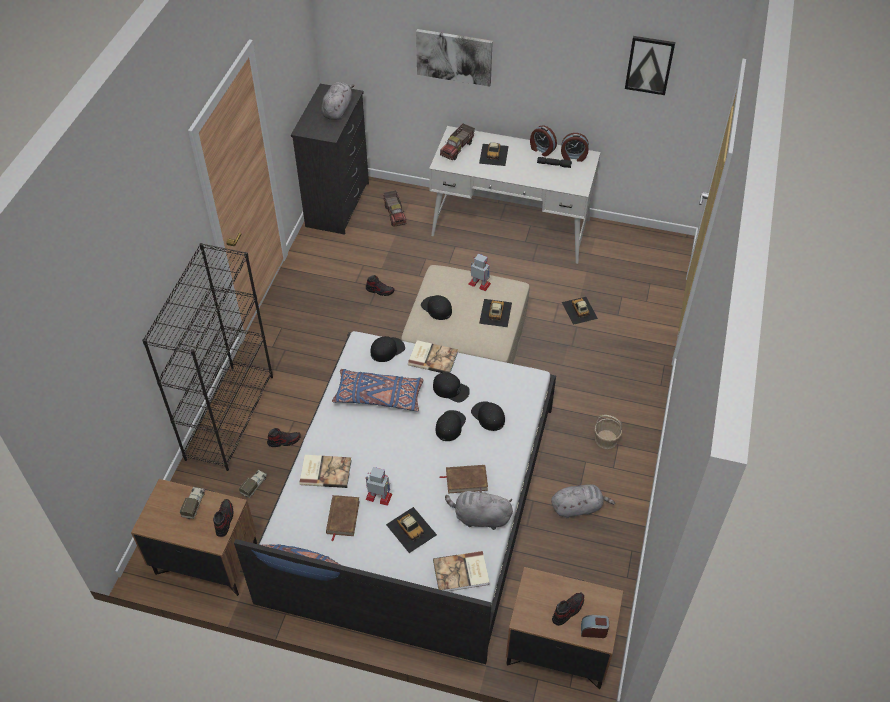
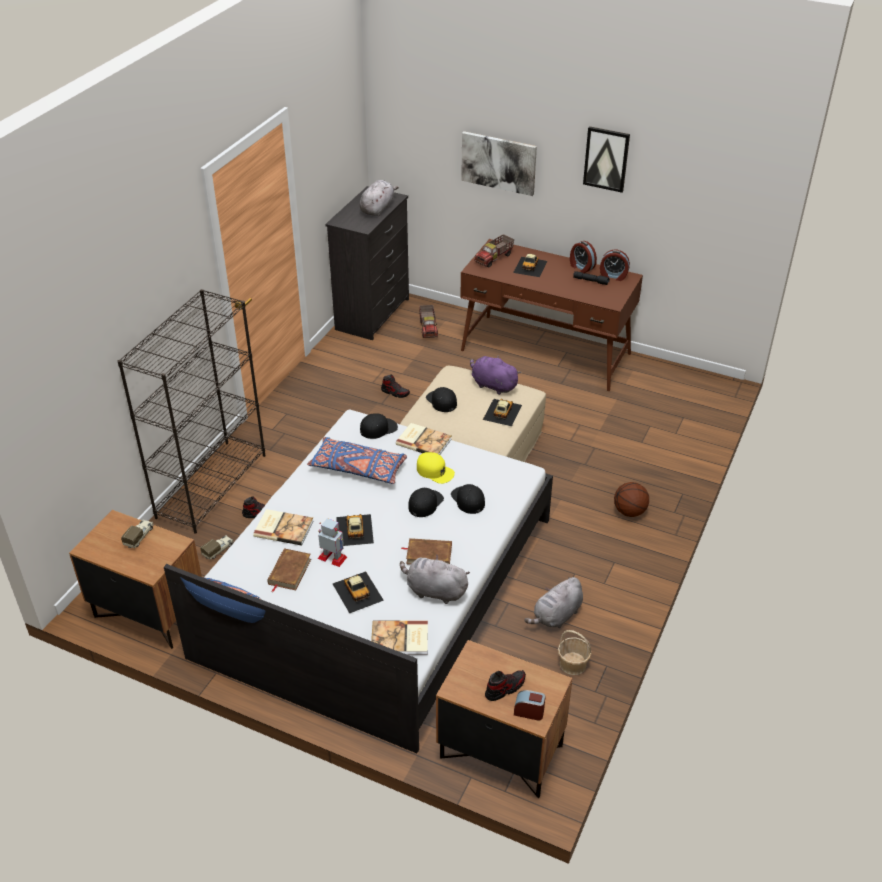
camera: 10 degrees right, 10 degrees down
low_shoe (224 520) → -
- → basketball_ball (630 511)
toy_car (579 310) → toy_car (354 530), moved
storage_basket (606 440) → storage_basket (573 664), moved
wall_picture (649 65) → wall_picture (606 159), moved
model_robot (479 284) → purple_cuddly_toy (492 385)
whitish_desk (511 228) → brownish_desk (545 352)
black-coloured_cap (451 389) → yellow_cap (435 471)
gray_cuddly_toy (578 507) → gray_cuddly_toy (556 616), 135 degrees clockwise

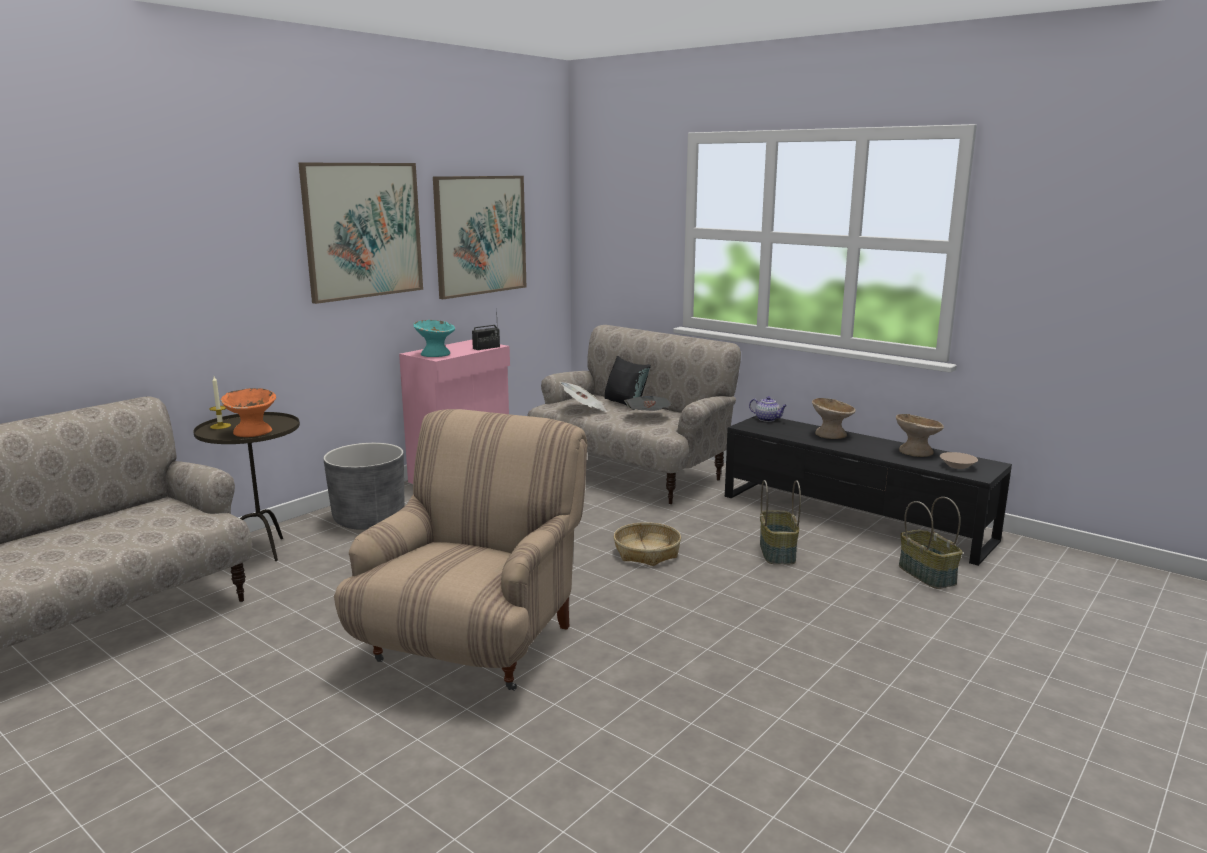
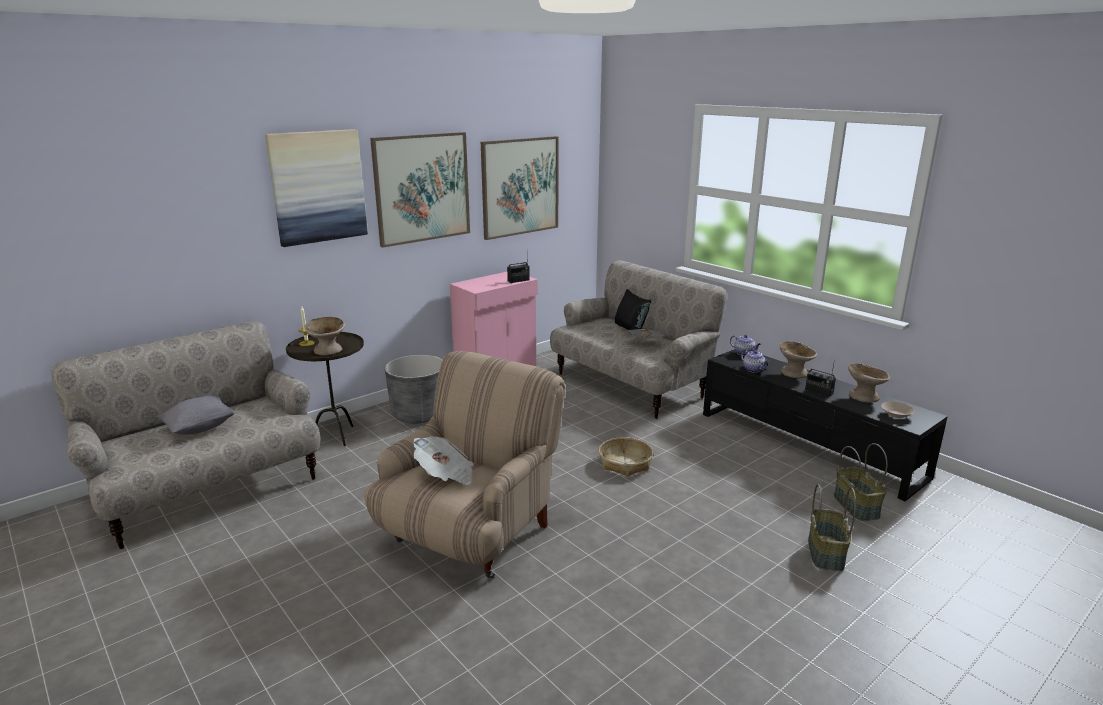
camera: 10 degrees right, 5 degrees up
blue-green_serving_bowl (435 354) → -
- → gray_pillow (200 428)
- → wall_picture (318 187)
- → tea_pot (754 370)
- → radio_set (818 391)
printed_paper (584 409) → printed_paper (445 475), moved
storage_basket (778 552) → storage_basket (826 553), moved
orange_serving_bowl (252 432) → sand-coloured_serving_bowl (328 350)

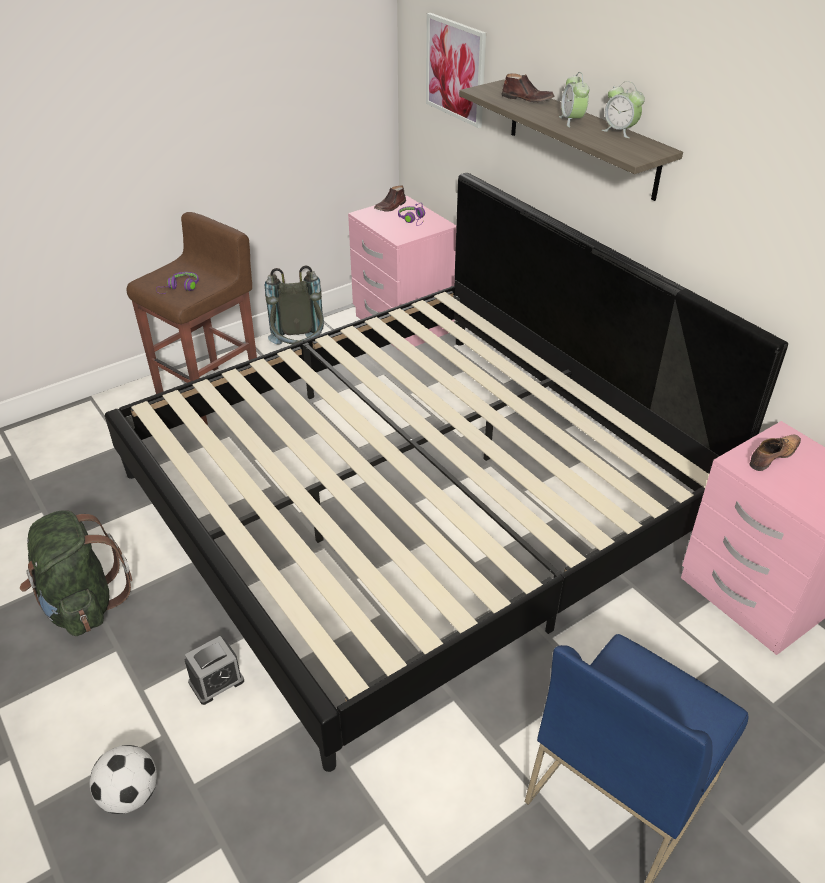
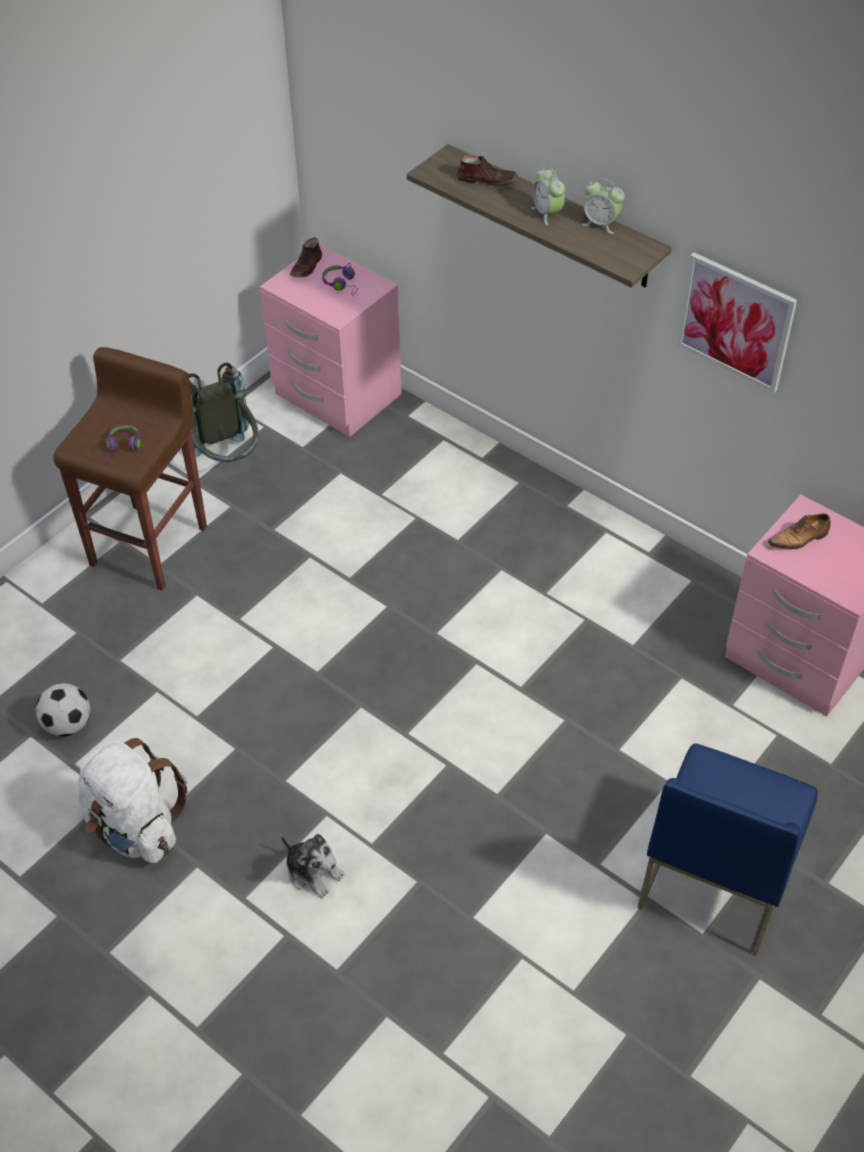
camera: 15 degrees left, 10 degrees up
sleeping_bed (413 500) → -
football (130 795) → football (68 724), moved
wall_picture (456 69) → wall_picture (736 321), moved
bedside_clock (216 682) → cuddly_toy (313 872)
green-coloured_backpack (82 604) → whitish_backpack (135 827)
low_shoe (772 456) → low_shoe (799 539), 150 degrees counterclockwise

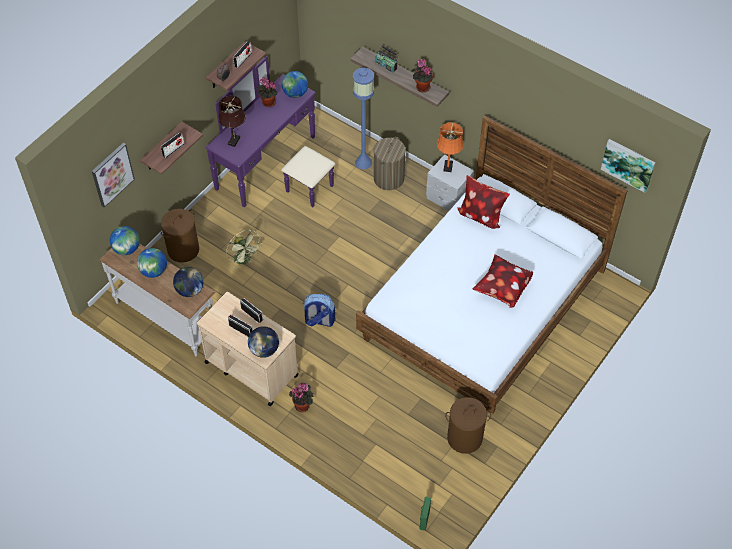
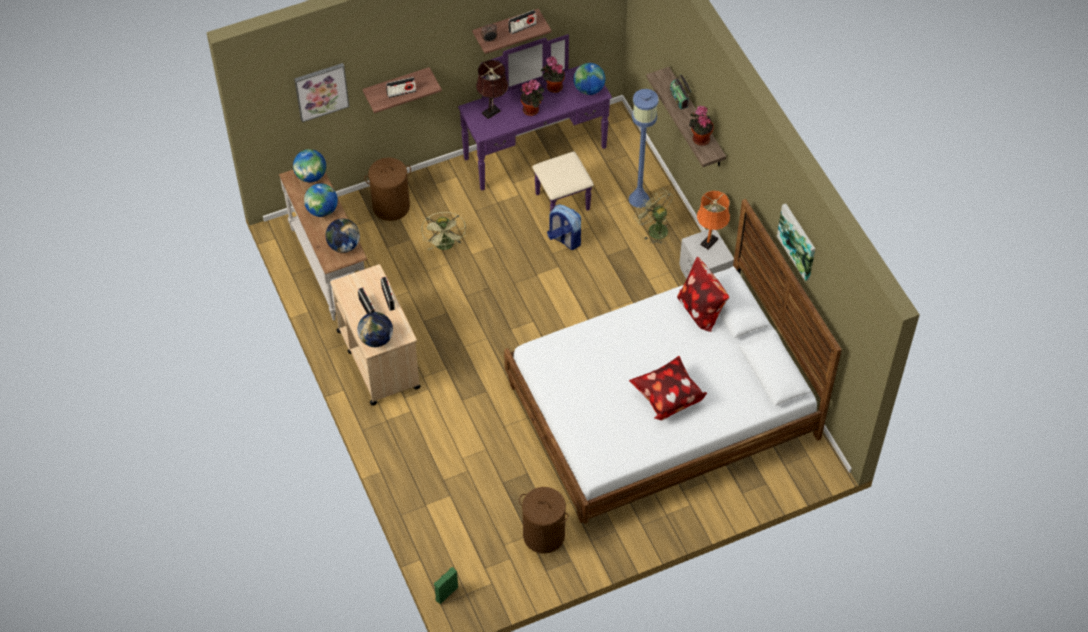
camera: 30 degrees right, 0 degrees up
potted_plant (303 405) → potted_plant (532 109), moved
backpack (319 320) → backpack (564 239), moved
wall_picture (628 164) → wall_picture (798 241), moved
laundry_basket (388 178) → green-coloured_fan (654 229)

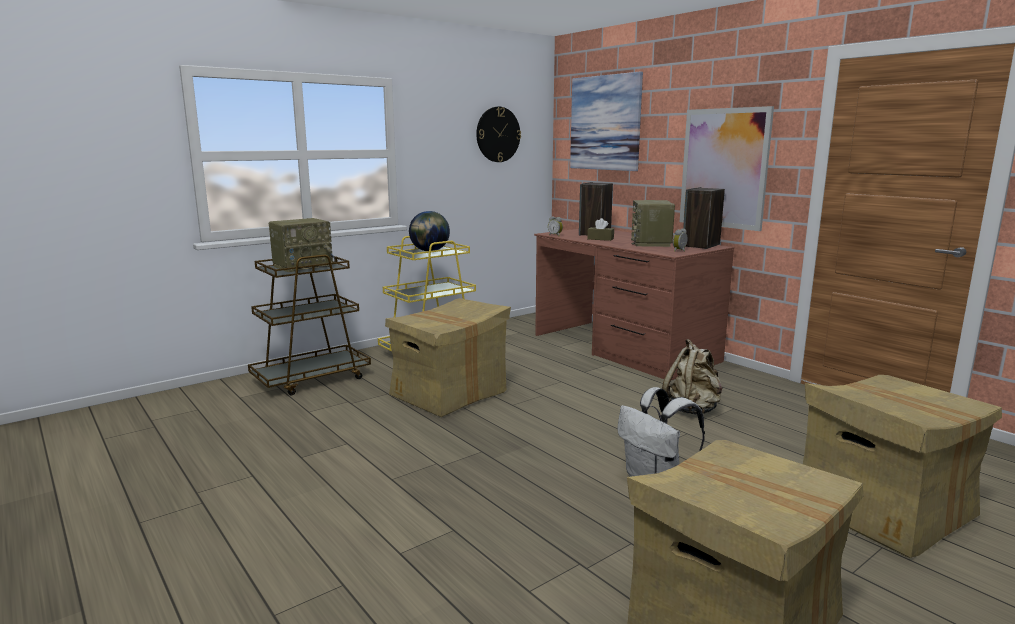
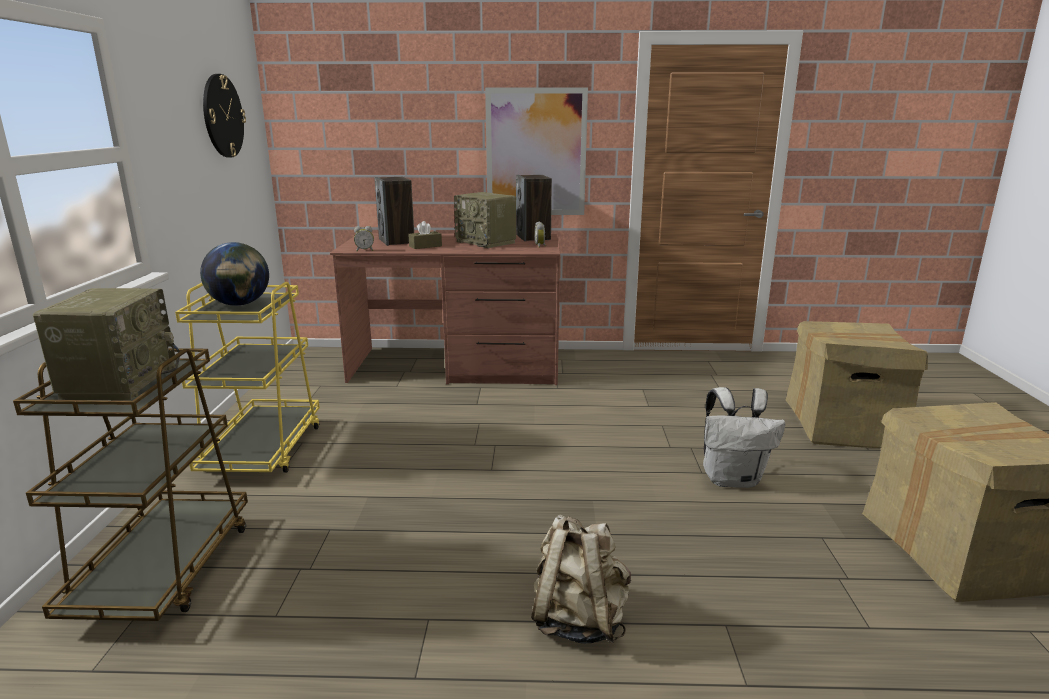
camera: 50 degrees left, 5 degrees up
carton (449 394) → -
wall_picture (605 123) → -
sand-coloured_backpack (693 409) → sand-coloured_backpack (578 620), moved

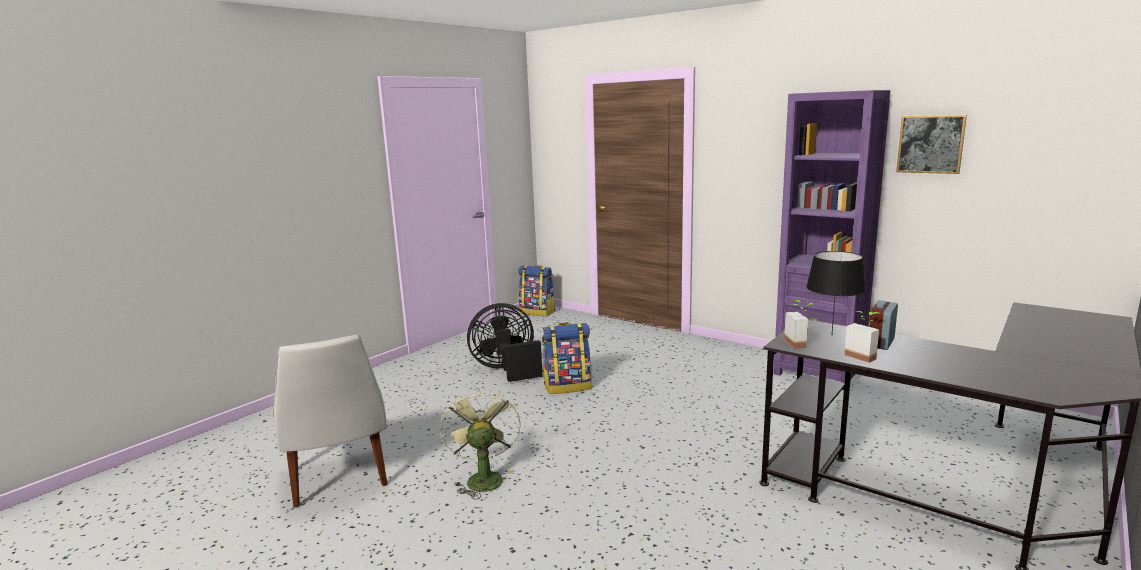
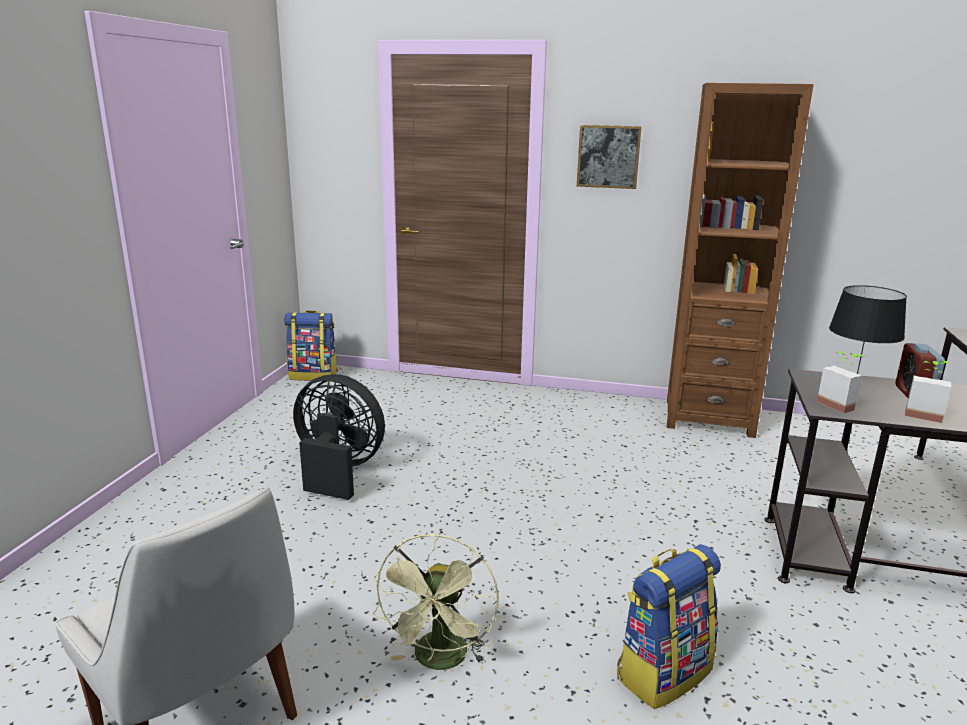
camera: 25 degrees left, 5 degrees up
backpack (568 386) → backpack (663 672), moved
wall_picture (930 144) → wall_picture (608 156), moved
purple_bookshelf (819 372) → brownish_bookshelf (708 418)
green-coloured_fan (482 478) → green-coloured_fan (440 661), 135 degrees counterclockwise
black-coloured_fan (507 370) → black-coloured_fan (338 471), 60 degrees clockwise

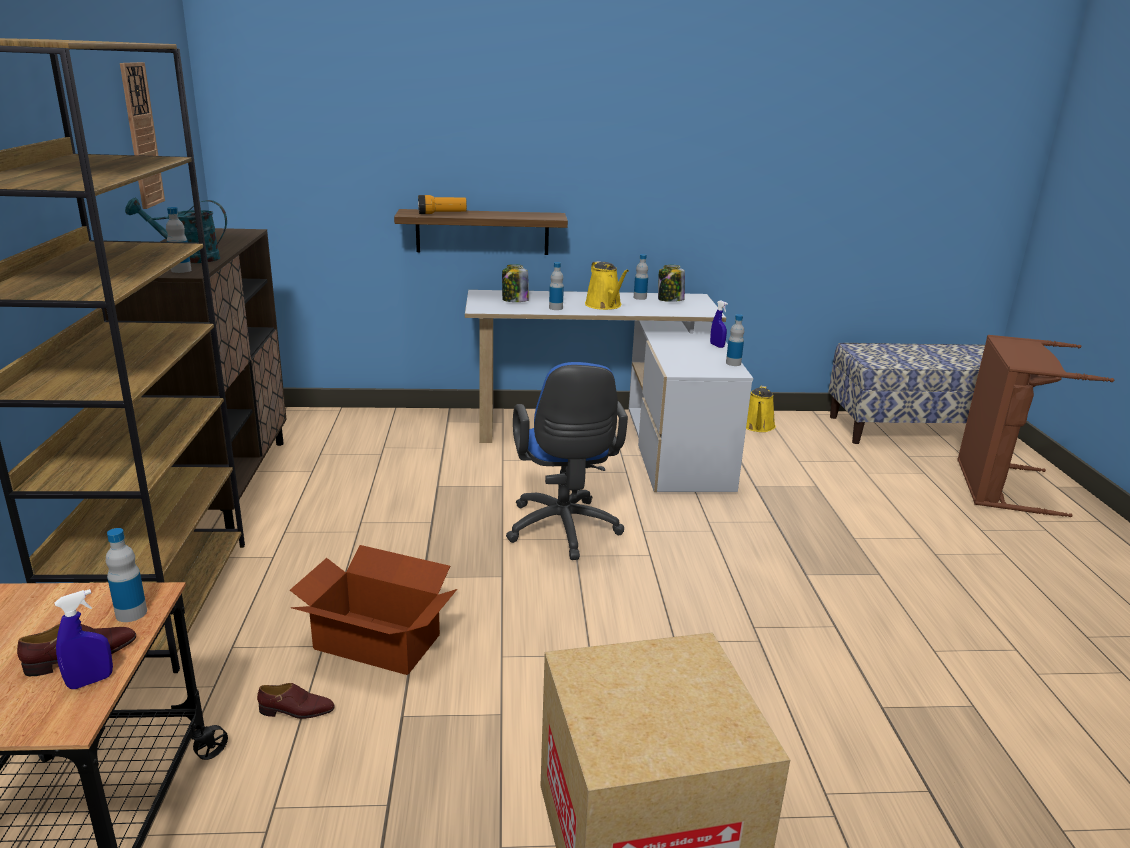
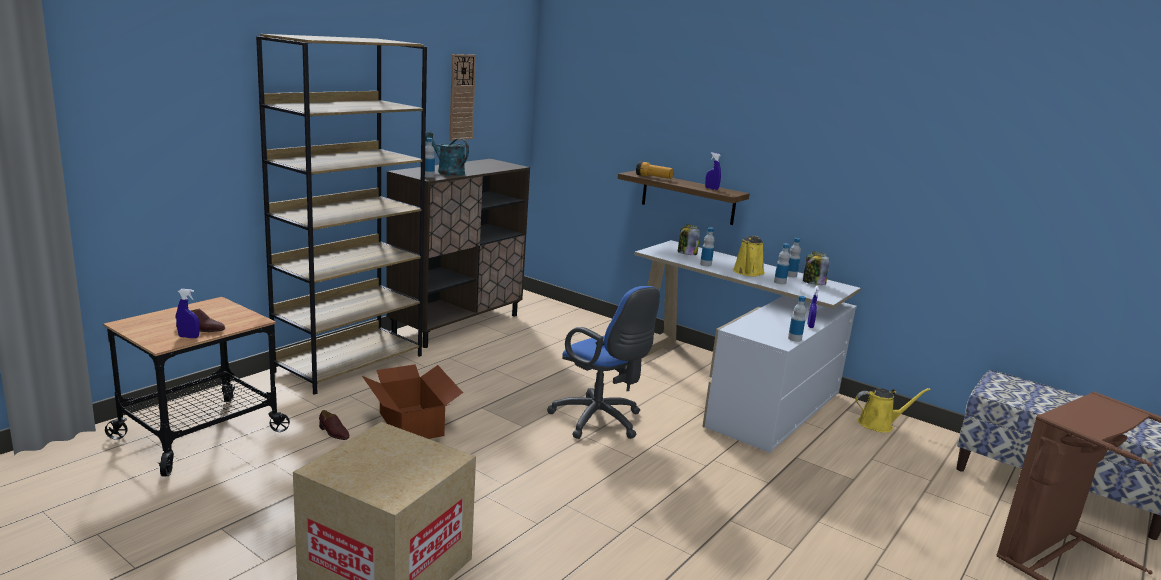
camera: 40 degrees right, 5 degrees down
- → blue-coloured_sprayer (711 189)
bottle (131 613) → bottle (780 282), moved
blue-coloured_computer_chair (563 531) → blue-coloured_computer_chair (600 422), 75 degrees counterclockwise
yellow_watering_pot (758 427) → yellow_watering_pot (879 424), 150 degrees counterclockwise

